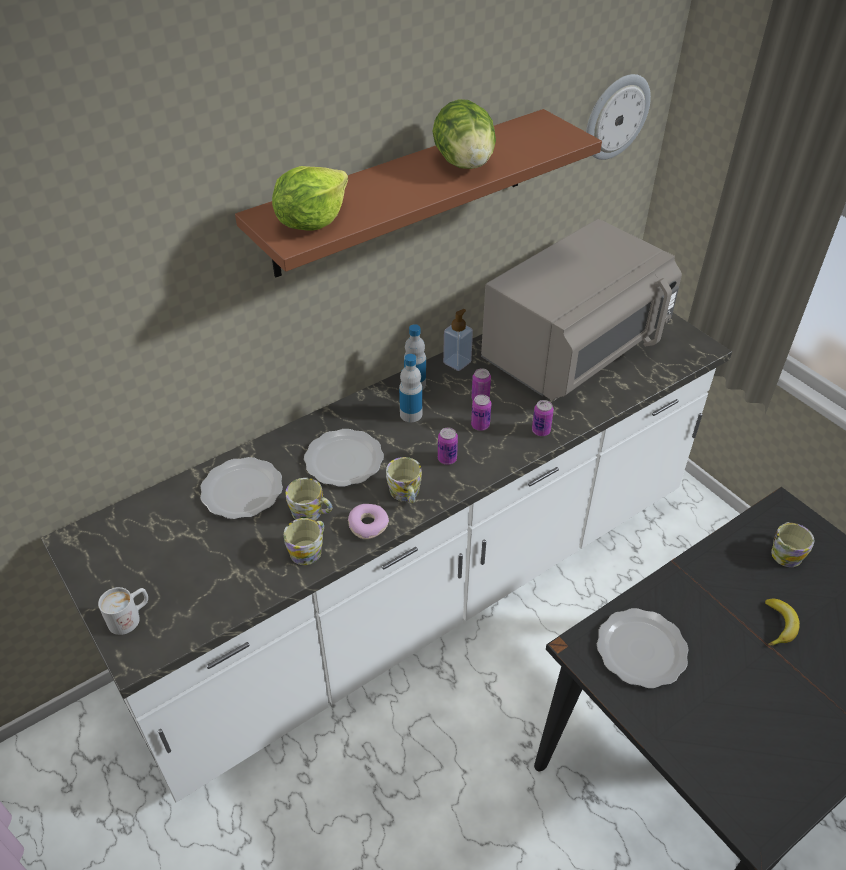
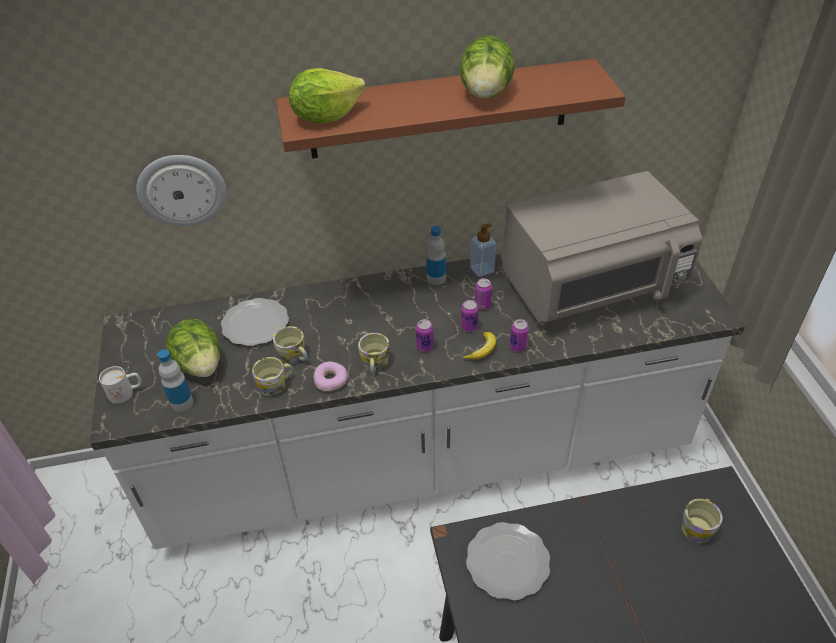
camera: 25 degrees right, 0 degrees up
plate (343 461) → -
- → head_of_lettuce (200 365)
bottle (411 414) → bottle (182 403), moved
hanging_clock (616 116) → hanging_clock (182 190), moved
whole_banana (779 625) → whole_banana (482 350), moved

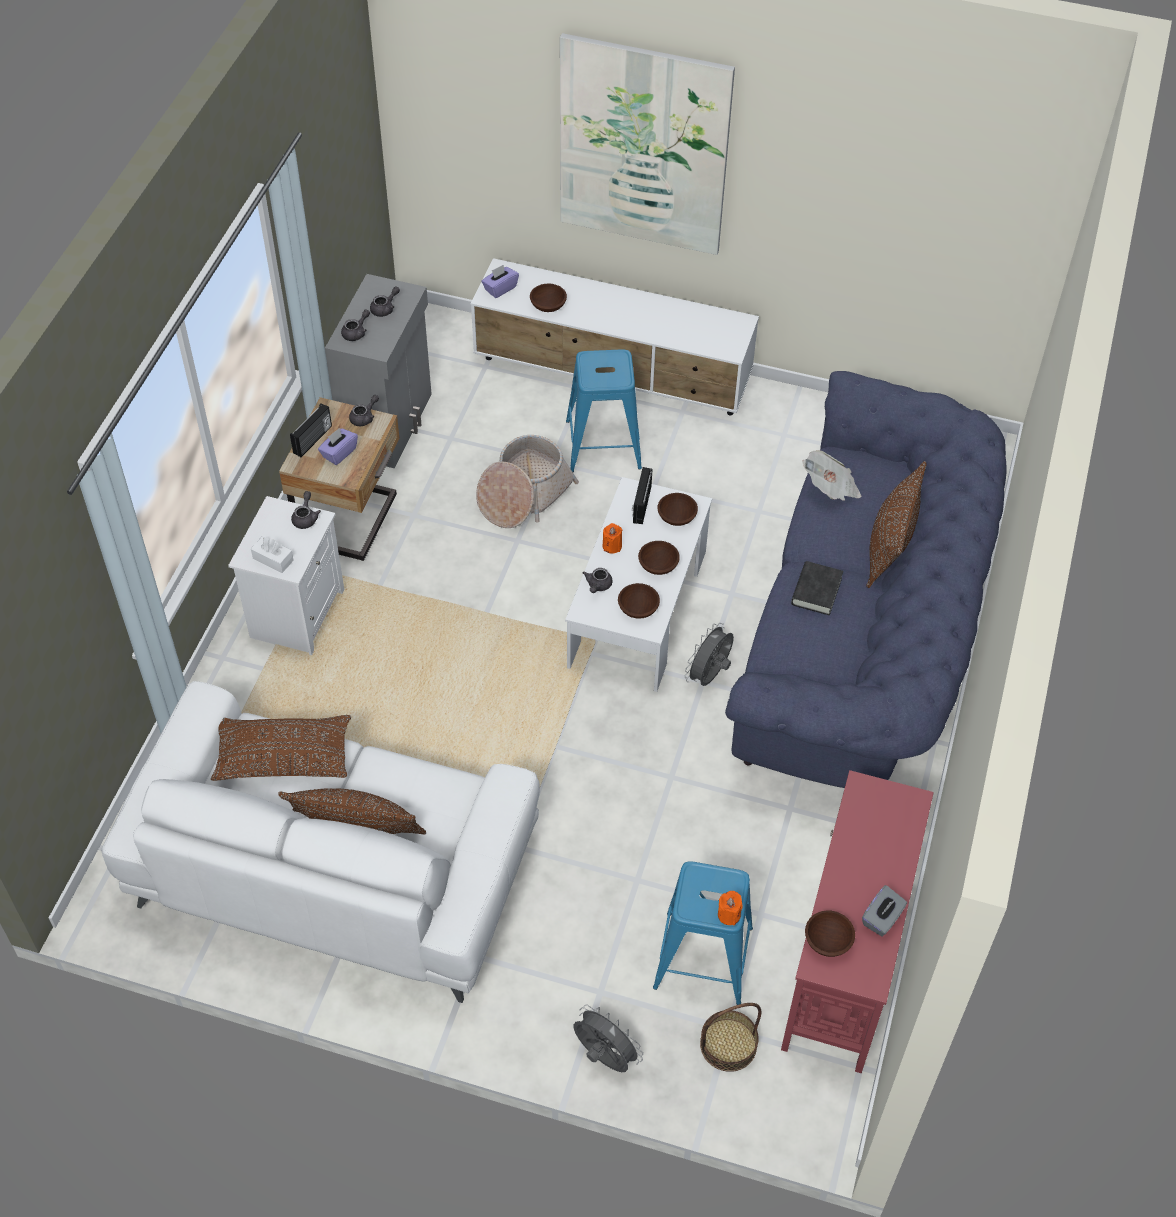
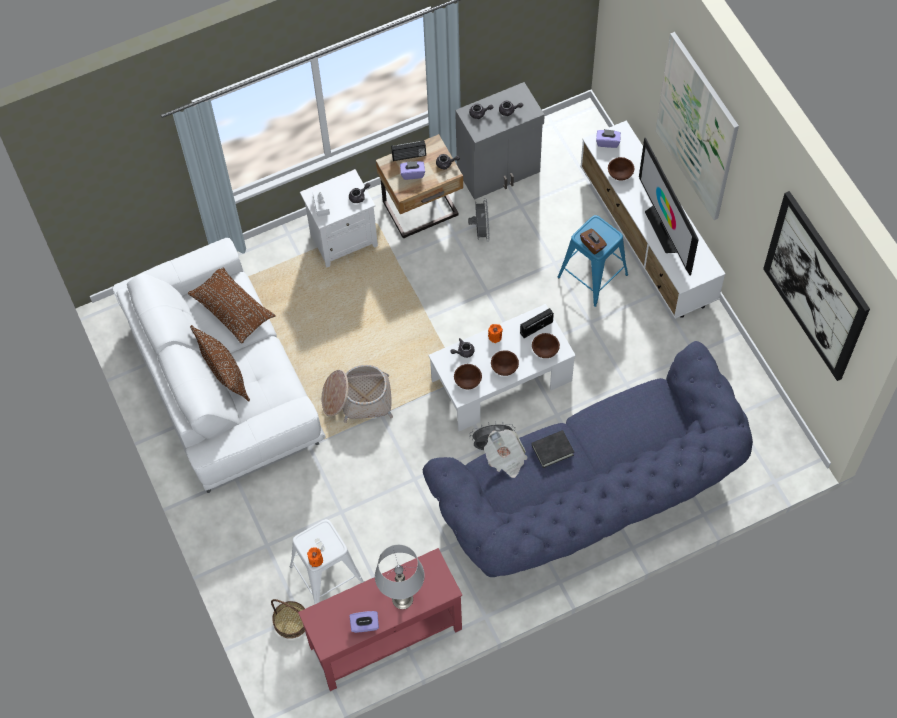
camera: 50 degrees right, 10 degrees up
brownish_serving_bowl (828 941) → -
brownish_pillow (890 544) → -
- → gray_lamp_for_a_table (402 599)
- → brownish_tissue_box (593 245)
- → TV (665 229)
- → wall_picture (816 286)
storage_basket (523 495) → storage_basket (357 399), moved
gray_fan (604 1057) → gray_fan (480 231), moved
printed_paper (830 488) → printed_paper (505 458), moved
blue-coloured_sitting_stool (704 957) → whitish_sitting_stool (327 574)
gray_tissue_box (882 919) → purple_tissue_box (365 625)

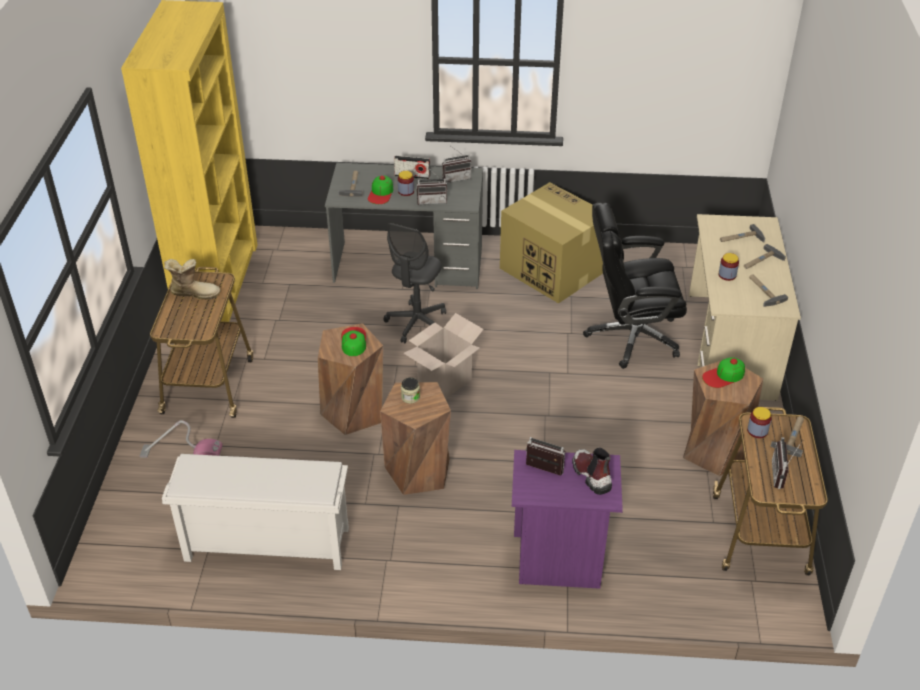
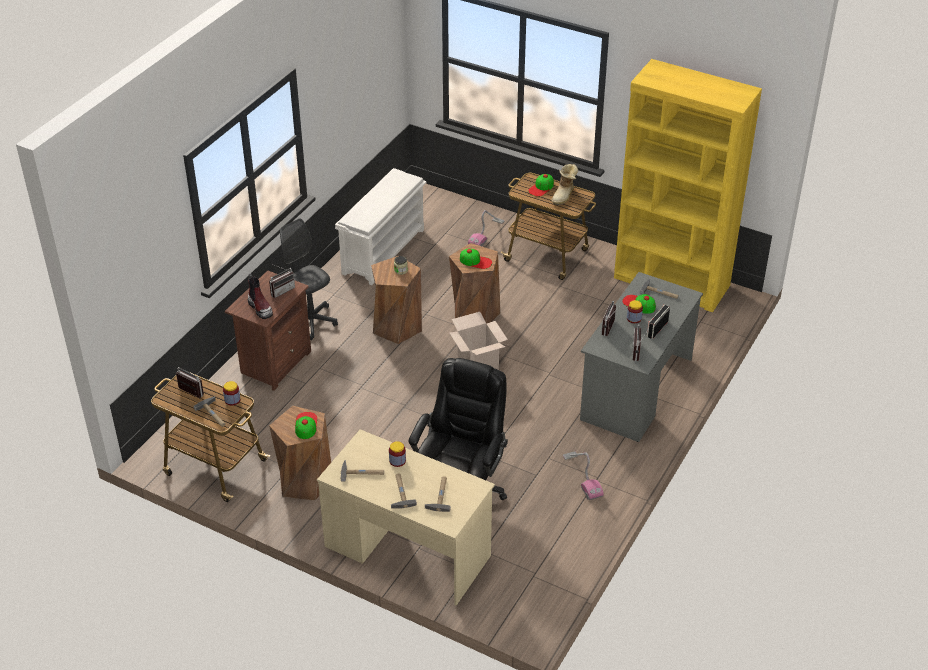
camera: 115 degrees right, 0 degrees up
- → cap (541 188)
gray_computer_chair (417 323) → gray_computer_chair (311 322), moved
carton (550 269) → vacuum (582 476)
purple_nightstand (558 561) → brownish_nightstand (274 363)
tall_boot (590 475) → tall_boot (260 308), 60 degrees clockwise

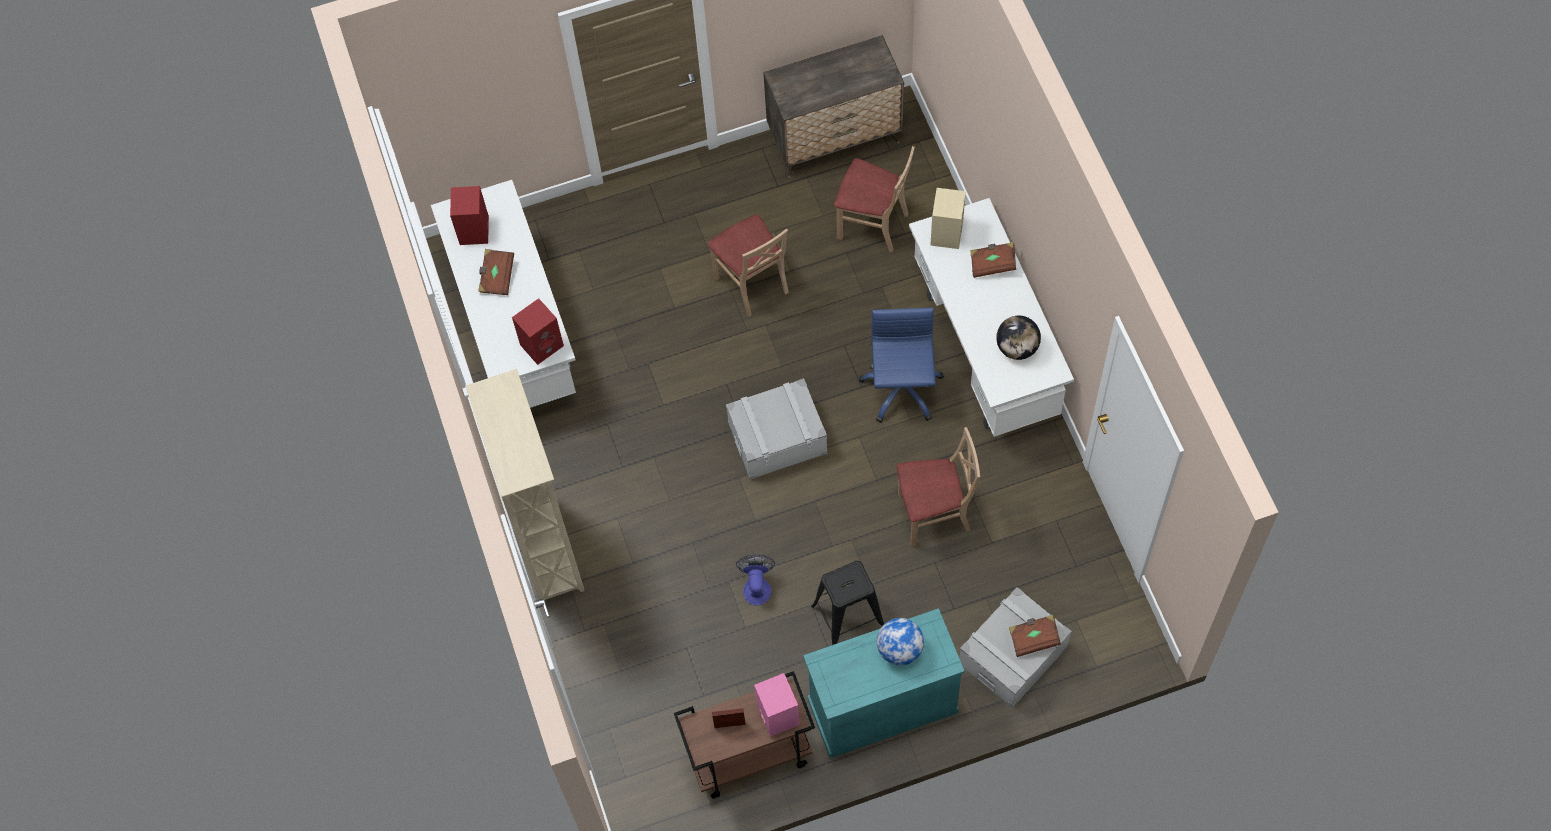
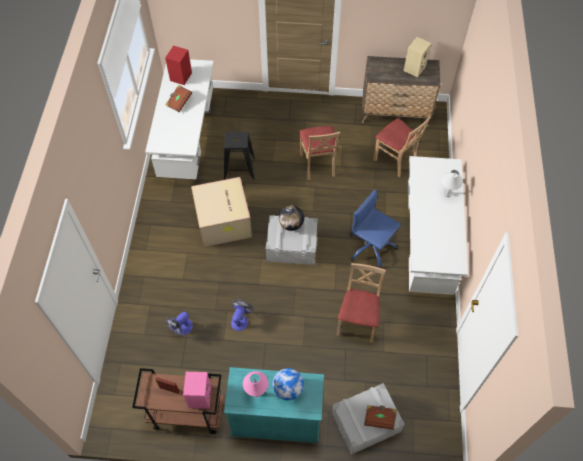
camera: 20 degrees right, 5 degrees down
sand-coloured_bookshelf (548 549) → -
red_speaker (542 344) → -
- → fan (181 329)
- → carton (224 222)
- → pinkish_lamp_for_a_table (256 392)
black-coloured_sitting_stool (848 616) → black-coloured_sitting_stool (239 168), moved
sand-coloured_speaker (946 232) → sand-coloured_speaker (414 68), moved
world_globe (1017 348) → world_globe (291 224), moved
brownish_book (992 264) → whitish_lamp_for_a_table (447 194)
blue-coloured_computer_chair (901 389) → blue-coloured_computer_chair (371 247), 75 degrees counterclockwise
sand-coloured_upright_chair (934 514) → sand-coloured_upright_chair (357 321), 90 degrees counterclockwise

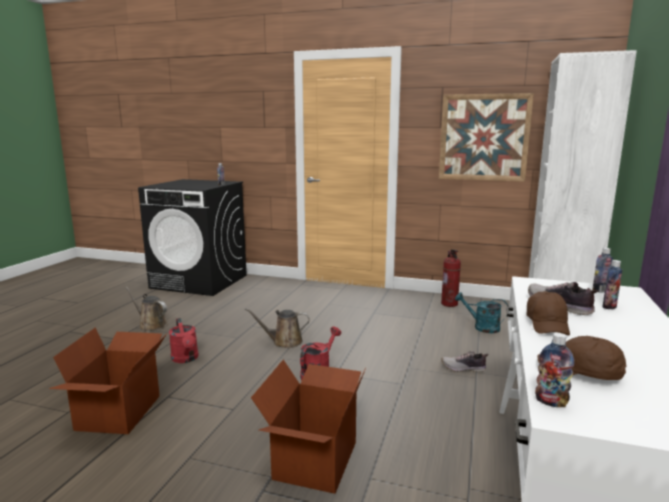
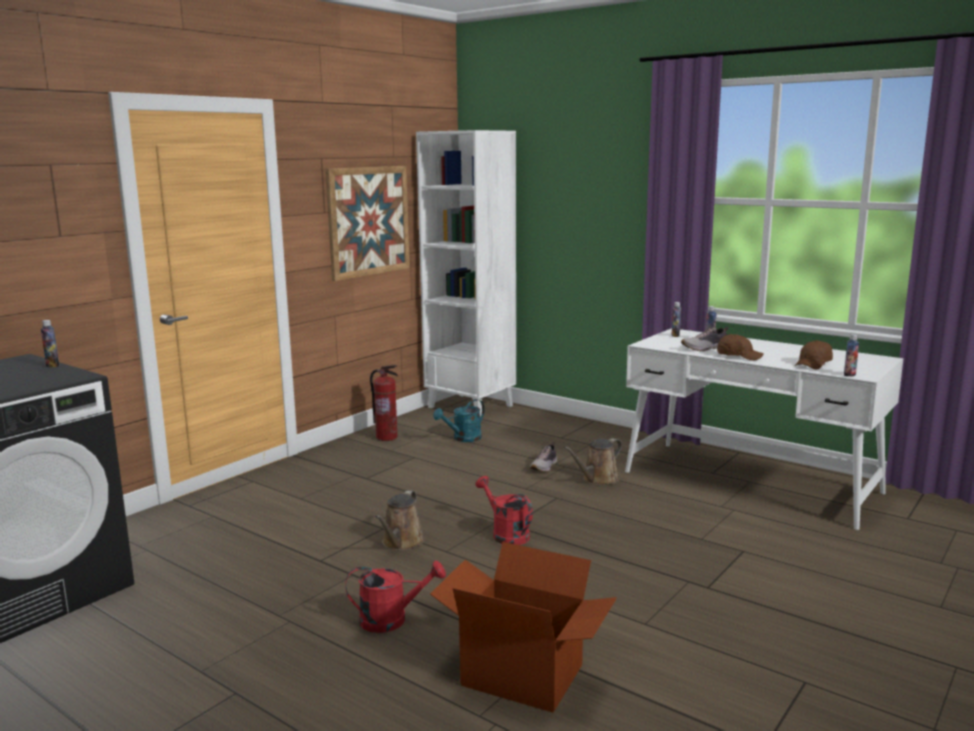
camera: 70 degrees left, 0 degrees up
carton (314 459) → -
brownish_watering_pot (151 325) → brownish_watering_pot (598 480), moved

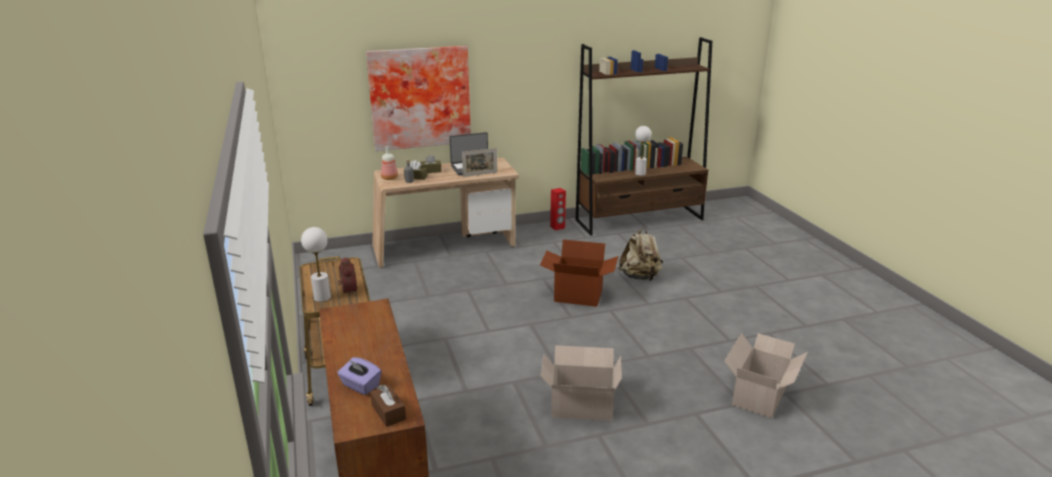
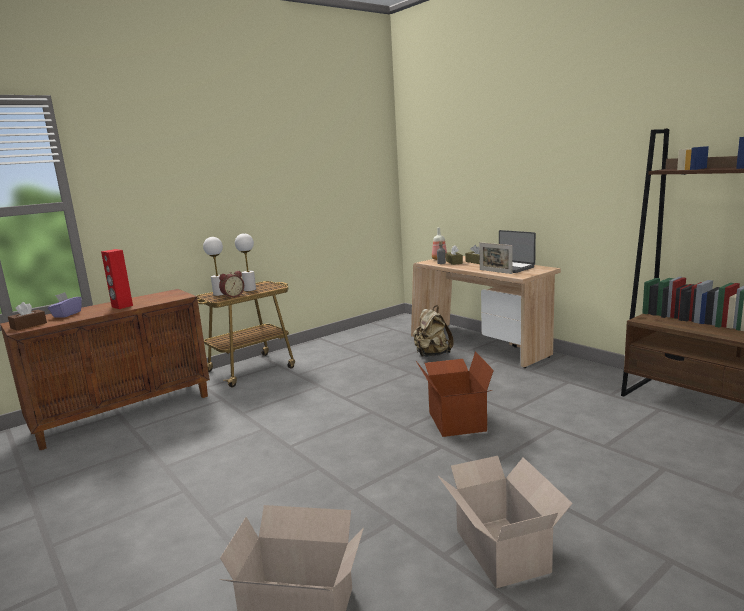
camera: 70 degrees right, 10 degrees down
wall_picture (419 97) → -
carton (580 405) → carton (501 548), moved
red_speaker (557 227) → red_speaker (122 306), moved
sand-coloured_backpack (640 277) → sand-coloured_backpack (432 355), moved
whitish_lamp_for_a_table (640 174) → whitish_lamp_for_a_table (250 290), moved

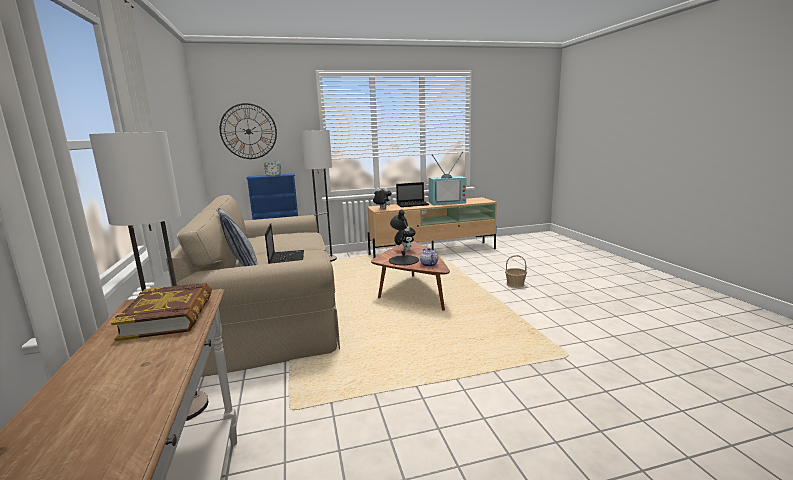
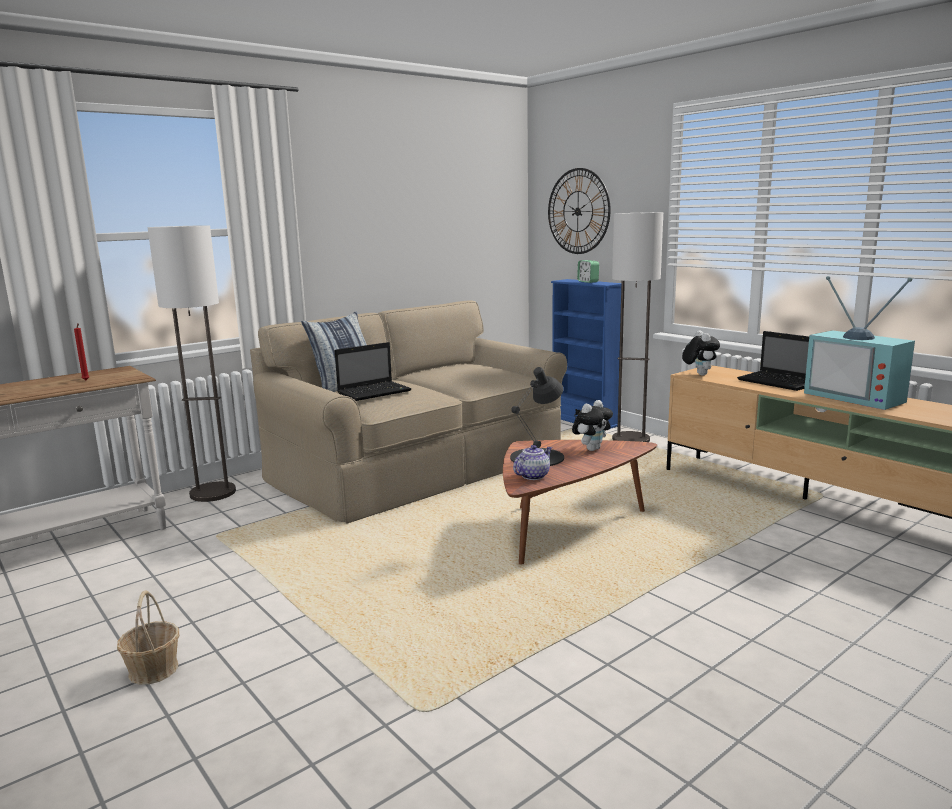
camera: 65 degrees right, 0 degrees up
storage_basket (515 284) → storage_basket (153 670), moved
book (170 316) → red_wax_light (86 380)

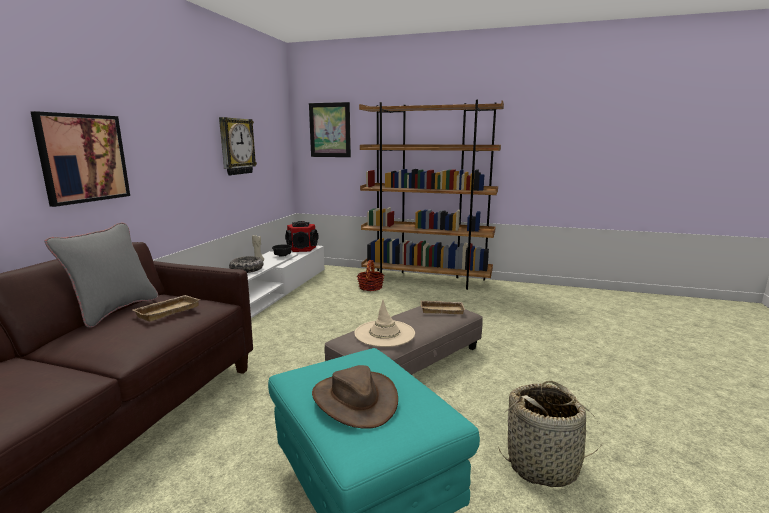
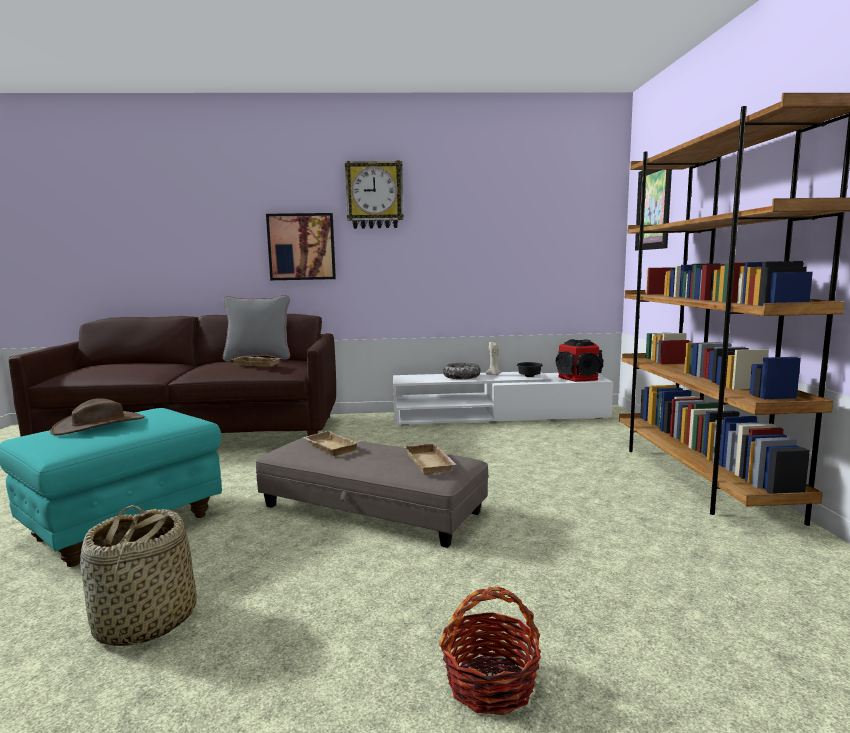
camera: 70 degrees right, 5 degrees down
hanging_clock (236 146) → hanging_clock (374 195), moved
storage_basket (370 287) → storage_basket (491 683), moved
sand-coloured_clothing_hat (384 334) → sand-coloured_serving_tray (329 447)

